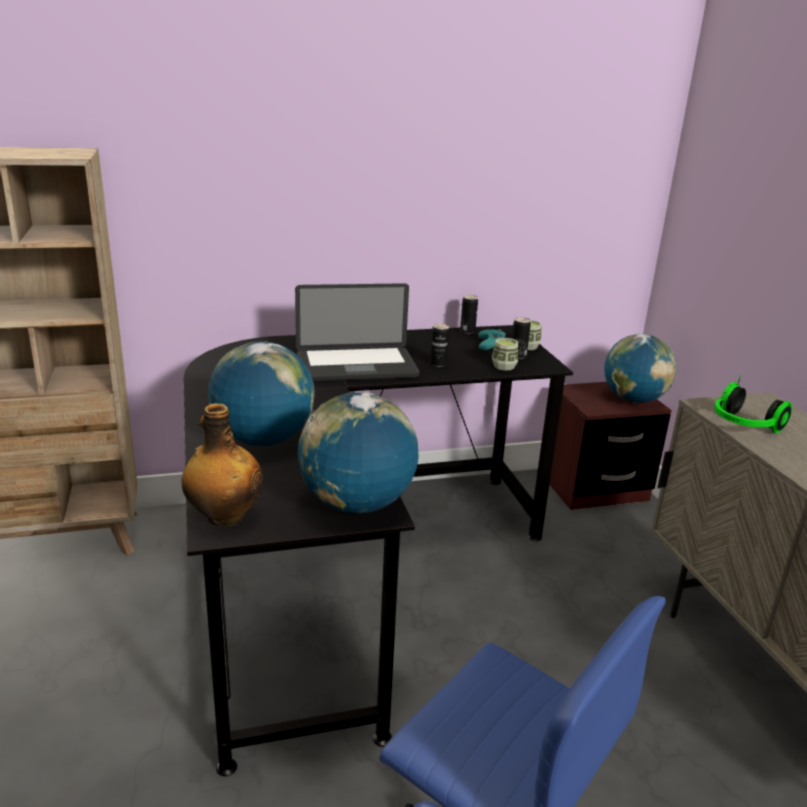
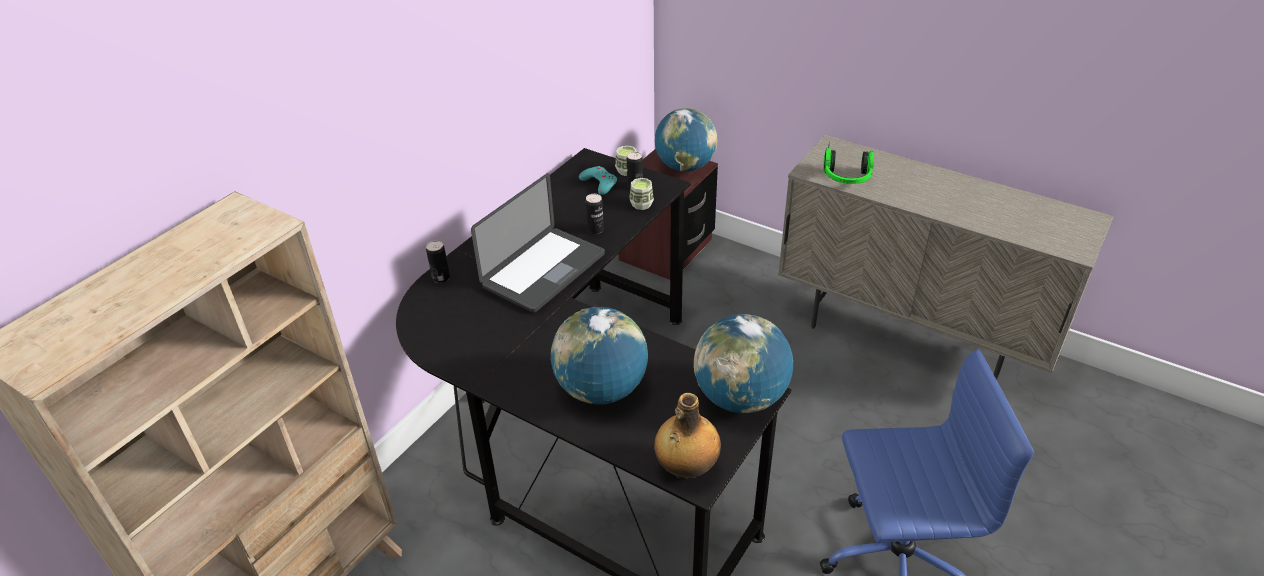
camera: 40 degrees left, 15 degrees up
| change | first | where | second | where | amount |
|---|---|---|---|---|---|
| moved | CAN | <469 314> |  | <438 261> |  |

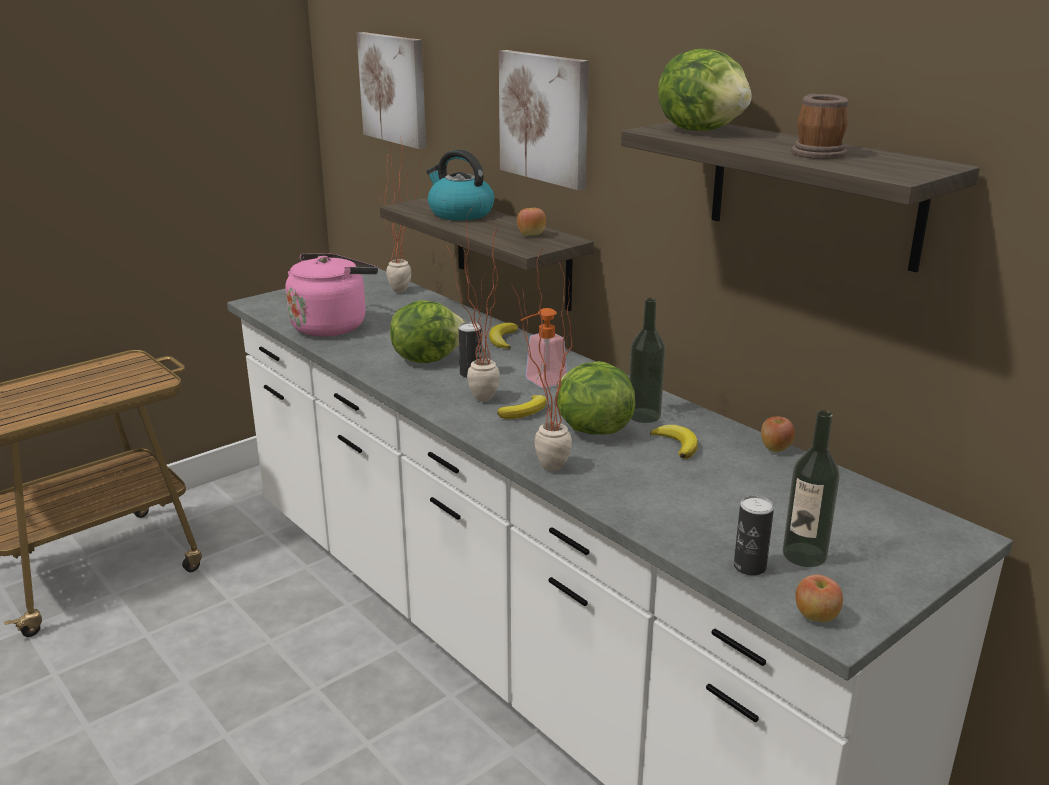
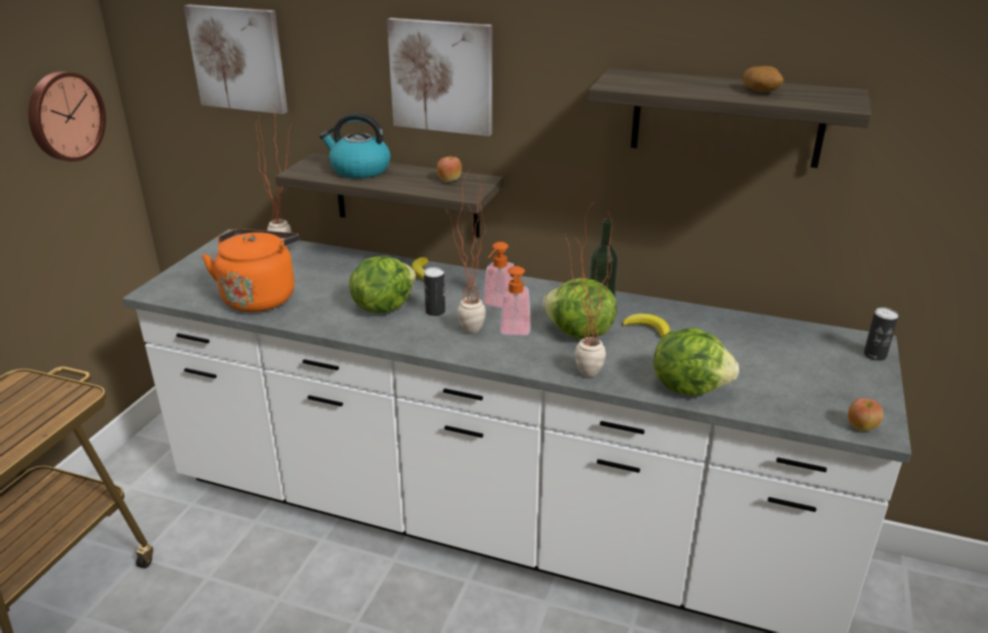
camera: 30 degrees left, 5 degrees up
| change | first | where | second | where | amount |
|---|---|---|---|---|---|
| recoloured | PINK KETTLE | <331 295> | ORANGE KETTLE | <250 270> |  |
| replaced | BANANA | <521 407> | SOAP DISPENSER | <515 301> |  |
| moved | LETTUCE | <705 90> |  | <696 362> |  |
| moved | CAN | <754 536> |  | <881 334> |  |
| removed | APPLE | <778 435> |  |  |  |
| removed | BOTTLE | <811 488> |  |  |  |
| replaced | MUG | <819 126> | POTATO | <763 79> |  |
| added |  |  | WALL CLOCK | <67 116> |  |

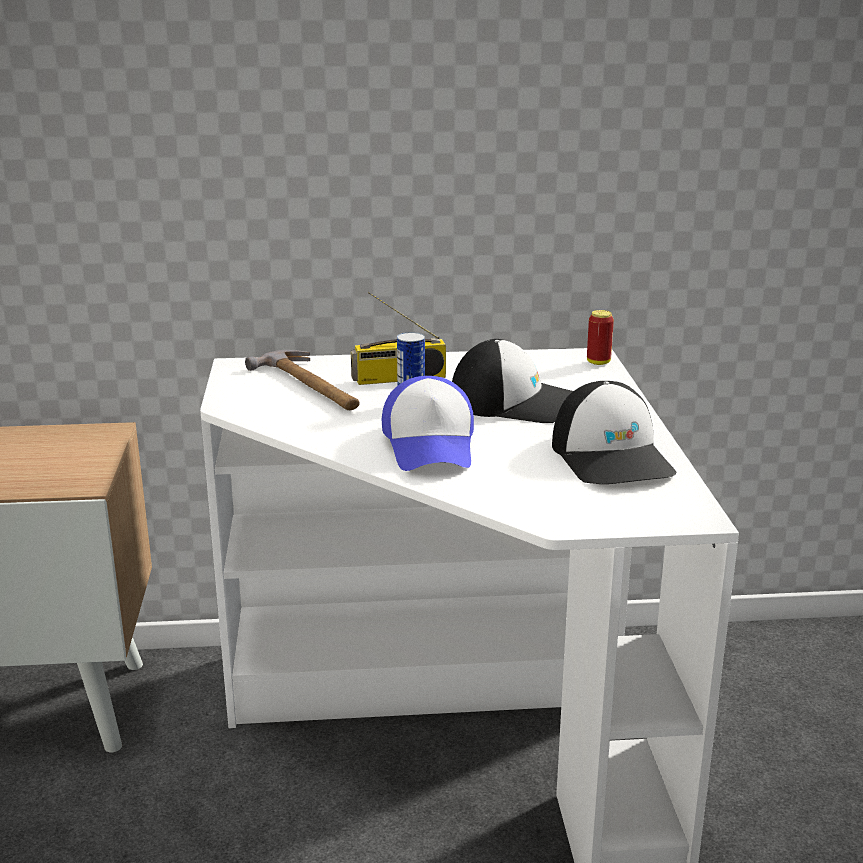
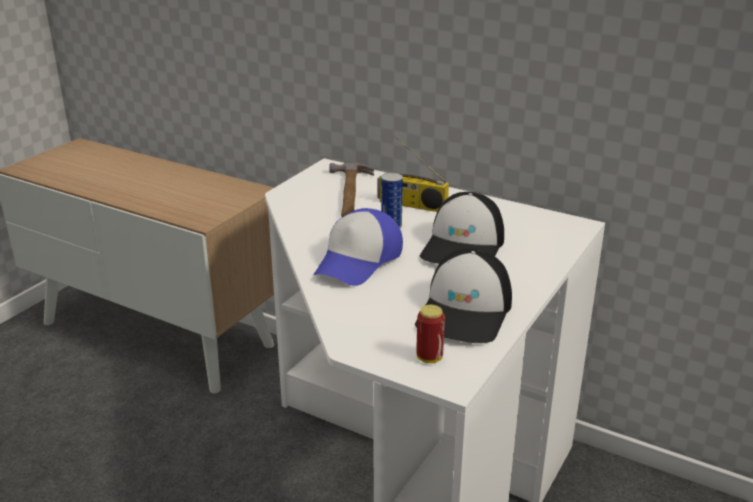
camera: 35 degrees right, 5 degrees up
| change | first | where | second | where | amount |
|---|---|---|---|---|---|
| turned | CAP | <512 381> |  | <462 228> | 60 degrees clockwise |
| moved | CAN | <600 337> |  | <430 334> |  |

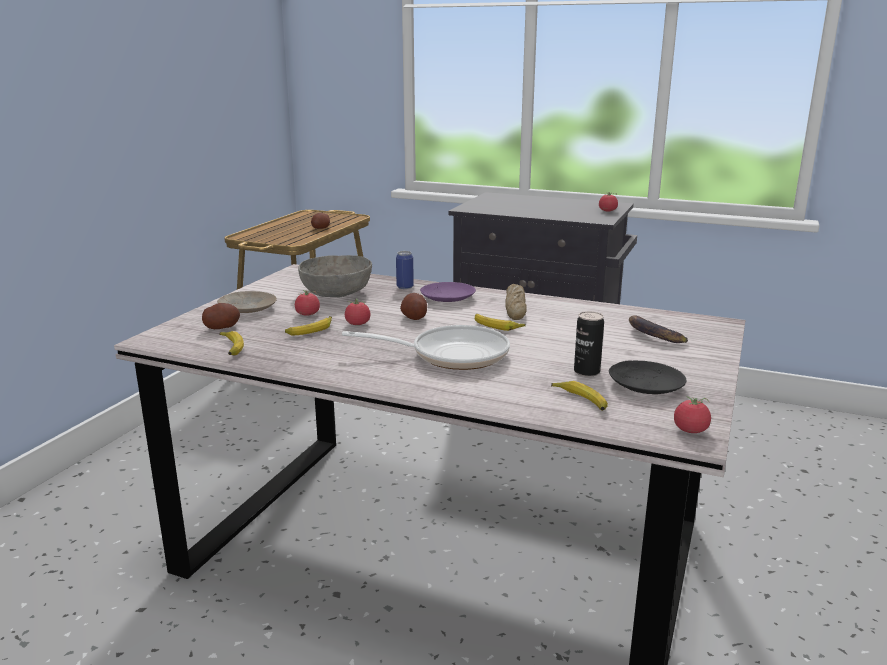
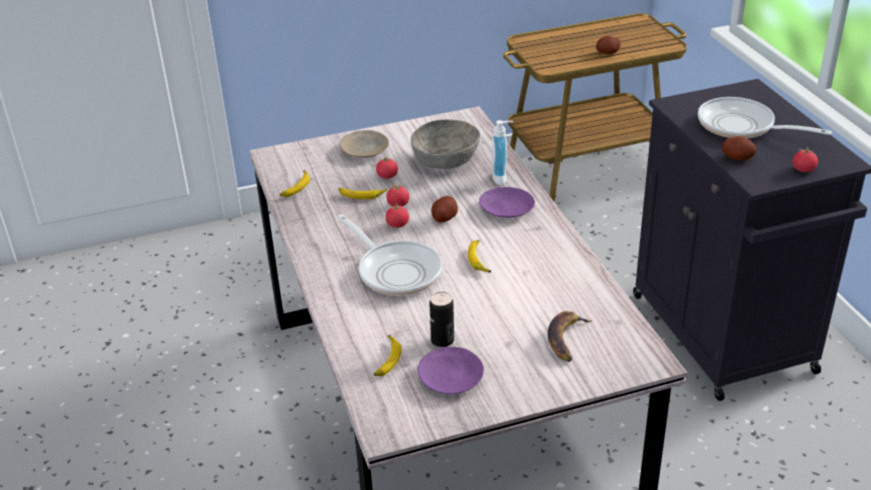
camera: 50 degrees right, 15 degrees up
| change | first | where | second | where | amount |
|---|---|---|---|---|---|
| moved | POTATO | <221 316> |  | <739 148> |  |
| replaced | CAN | <405 270> | SOAP DISPENSER | <503 152> |  |
| removed | BREAD | <516 302> |  |  |  |
| recoloured | BLACK PLATE | <648 377> | PURPLE PLATE | <451 370> |  |
| moved | TOMATO | <692 414> |  | <397 215> |  |
| added |  |  | FRYING PAN | <765 118> |  |

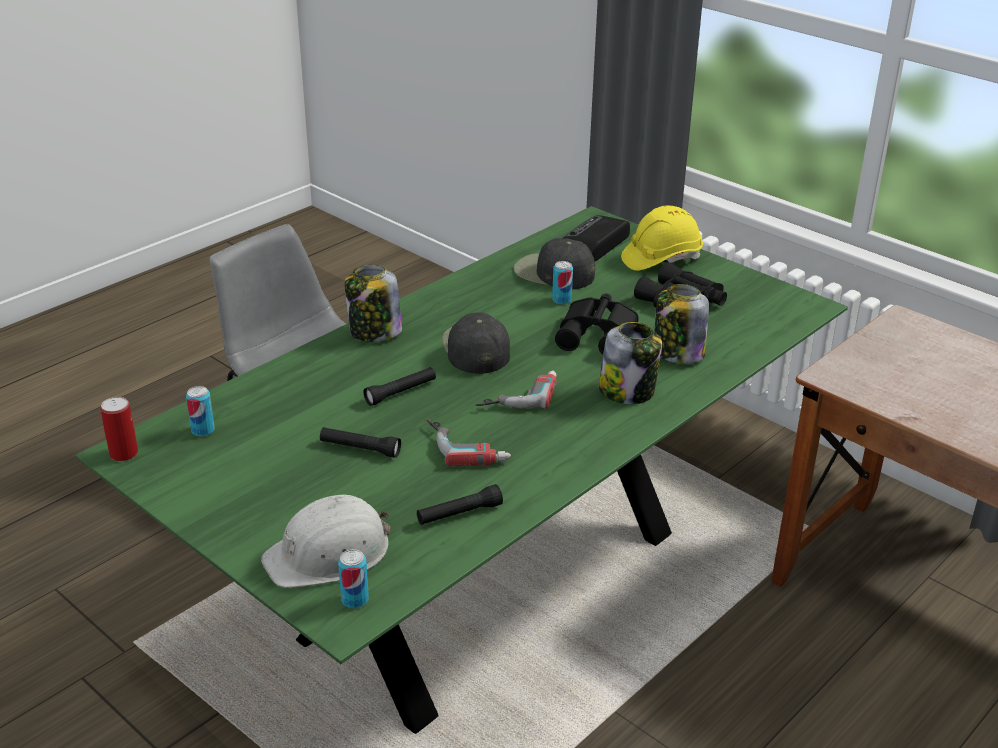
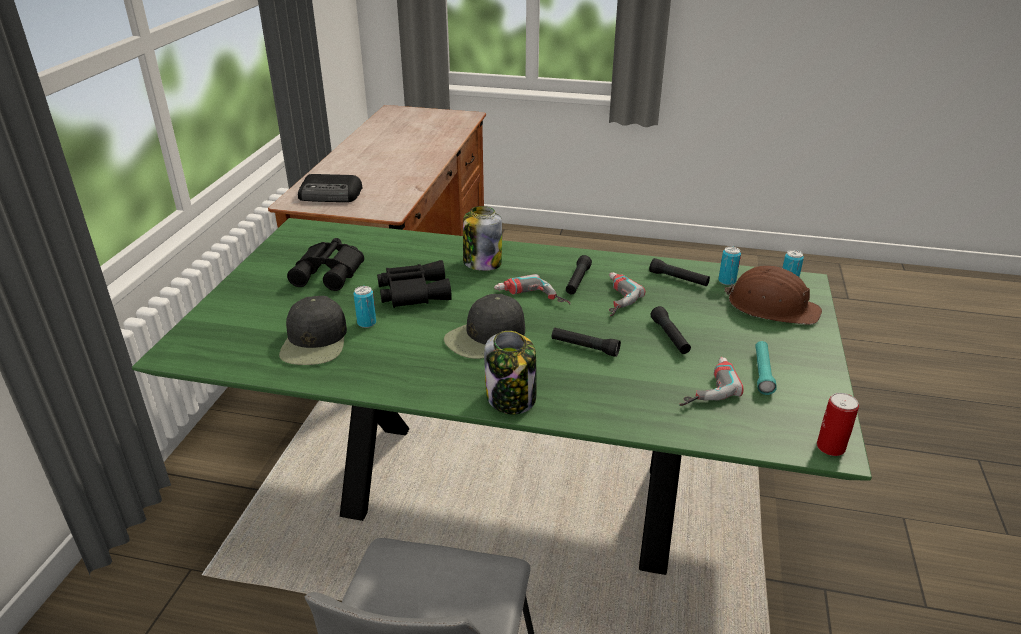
camera: 120 degrees left, 0 degrees up
| change | first | where | second | where | amount |
|---|---|---|---|---|---|
| moved | CAN | <200 411> |  | <729 265> |  |
| recoloured | WHITE HARD HAT | <325 541> | BROWN HARD HAT | <773 295> |  |
| moved | RADIO | <596 238> |  | <330 188> |  |
| removed | YELLOW HARD HAT | <662 238> |  |  |  |
| removed | JAR | <681 324> |  |  |  |
| added |  |  | BLACK FLASHLIGHT | <579 274> |  |
| added |  |  | POWER DRILL | <711 381> |  |
| added |  |  | TURQUOISE FLASHLIGHT | <766 368> |  |

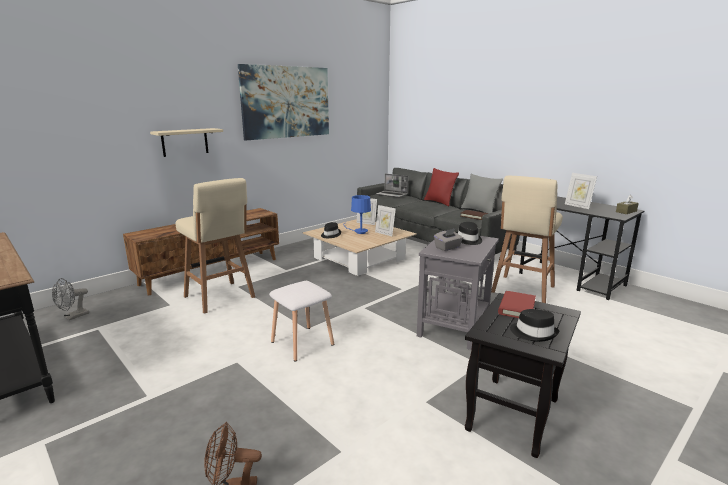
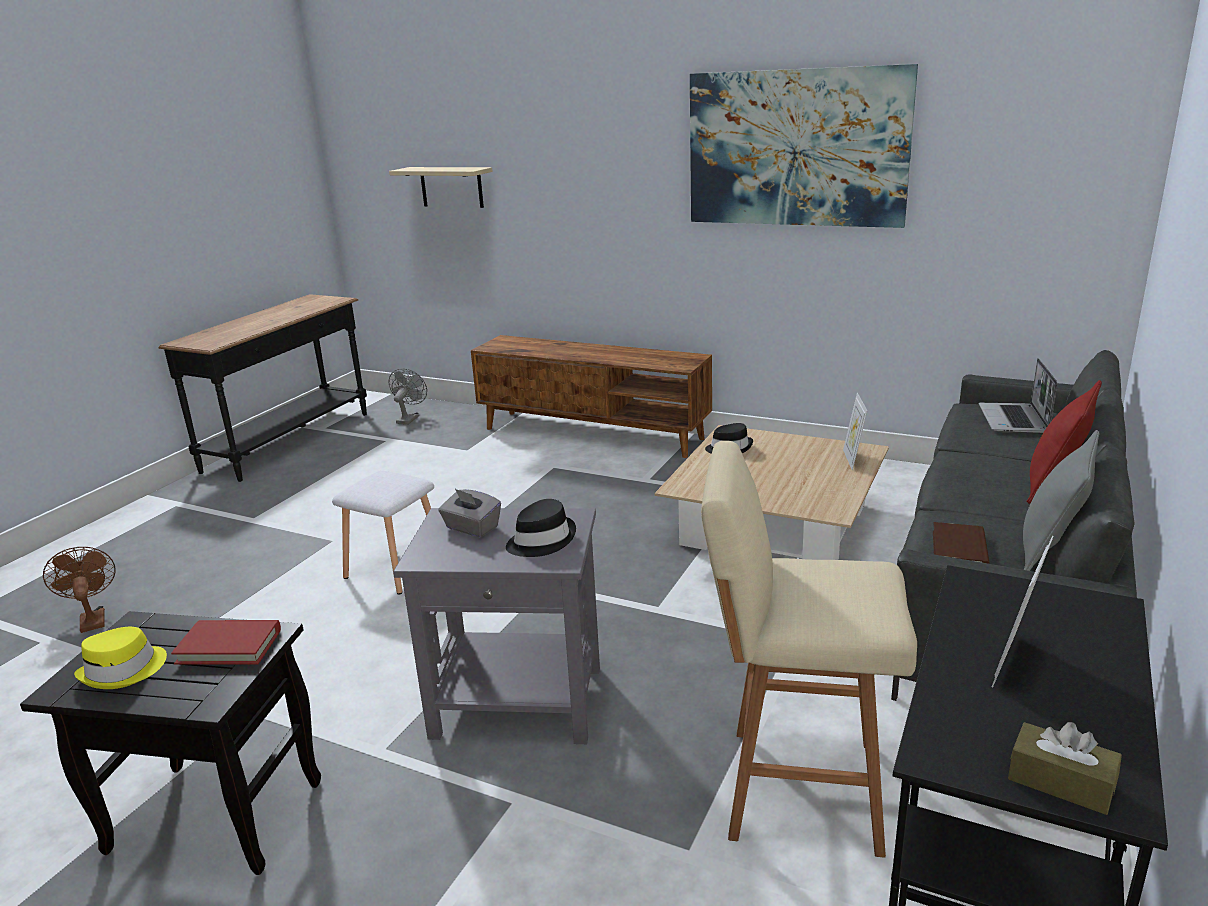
camera: 70 degrees right, 5 degrees up
| change | first | where | second | where | amount |
|---|---|---|---|---|---|
| turned | GREY FAN | <70 299> |  | <407 396> | 90 degrees clockwise |
| moved | BEIGE SHELF | <186 142> |  | <440 187> |  |
| removed | BEIGE STOOL | <215 246> |  |  |  |
| removed | BLUE TABLE LAMP | <357 214> |  |  |  |
| removed | PICTURE FRAME | <385 220> |  |  |  |
| recoloured | BLACK HAT | <535 325> | YELLOW HAT | <120 658> |  |

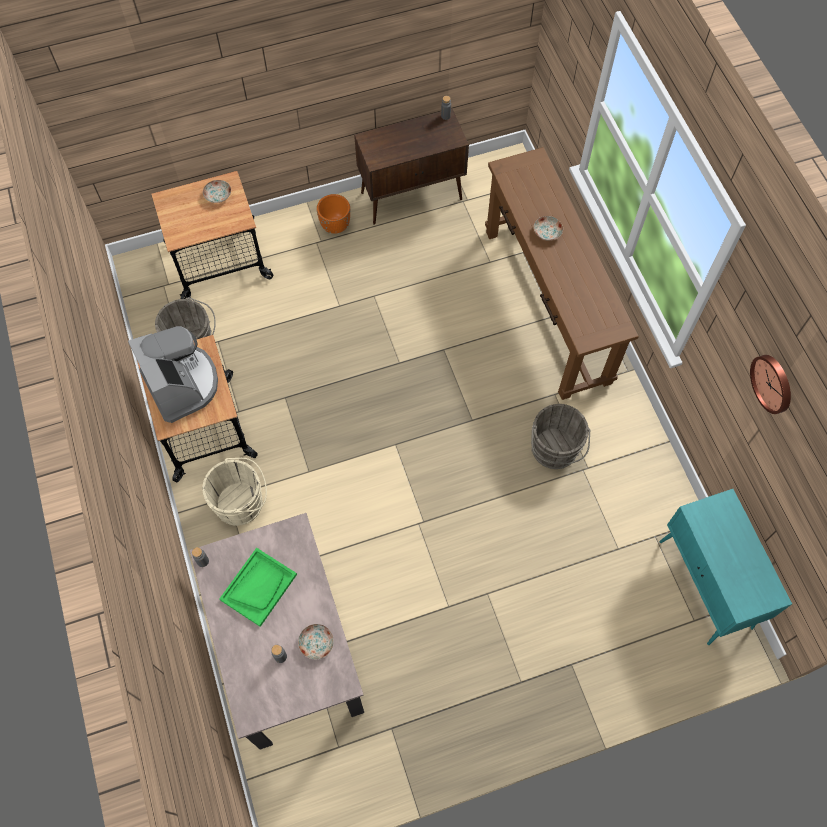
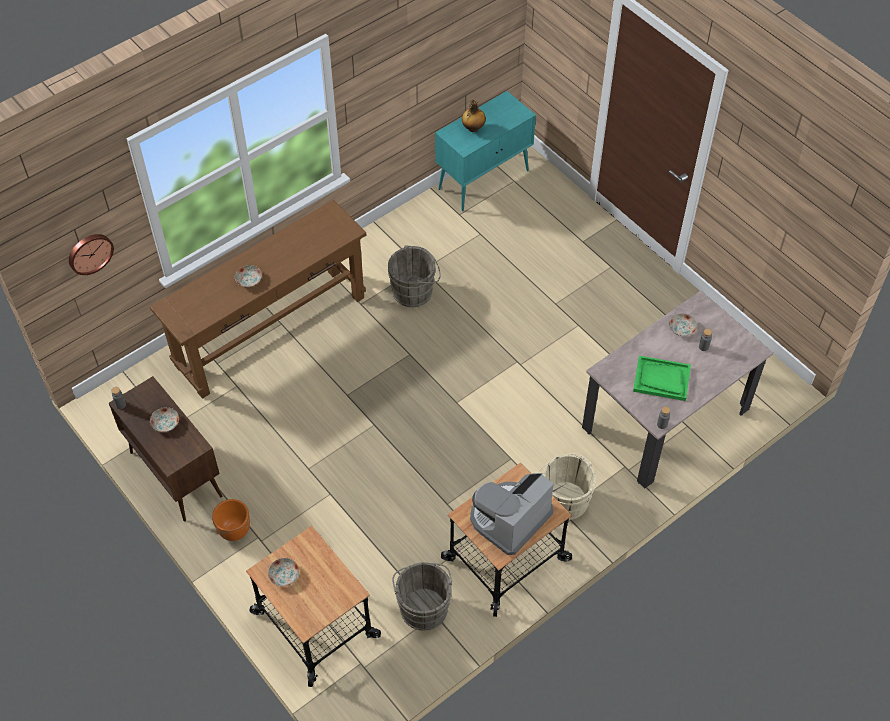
camera: 110 degrees left, 10 degrees down
| change | first | where | second | where | amount |
|---|---|---|---|---|---|
| moved | WALL CLOCK | <770 384> |  | <91 254> |  |
| added |  |  | PLATE | <164 419> |  |
| added |  |  | BOTTLE | <474 115> |  |

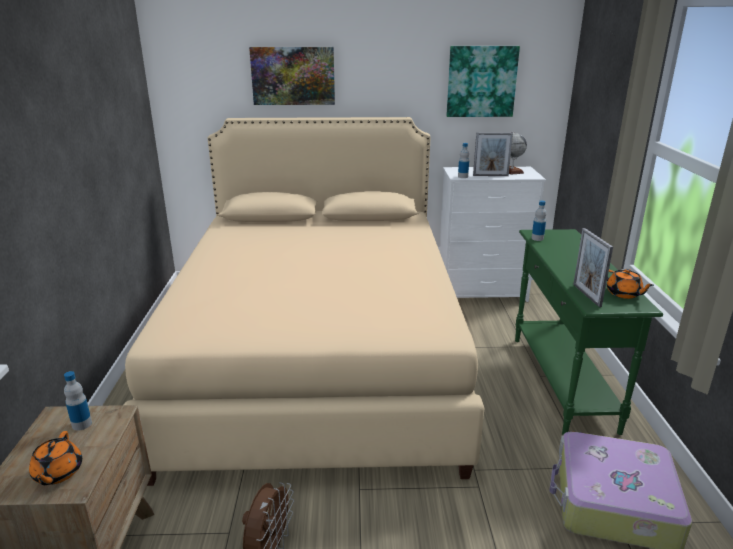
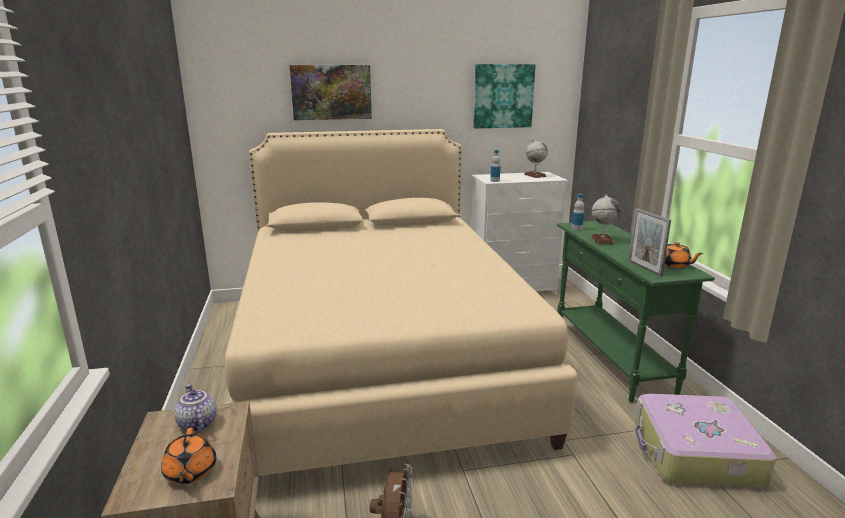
camera: 10 degrees left, 5 degrees down
| change | first | where | second | where | amount |
|---|---|---|---|---|---|
| replaced | BOTTLE | <78 401> | TEAPOT | <195 408> |  |
| removed | PICTURE FRAME | <493 154> |  |  |  |
| added |  |  | GLOBE | <606 219> |  |

